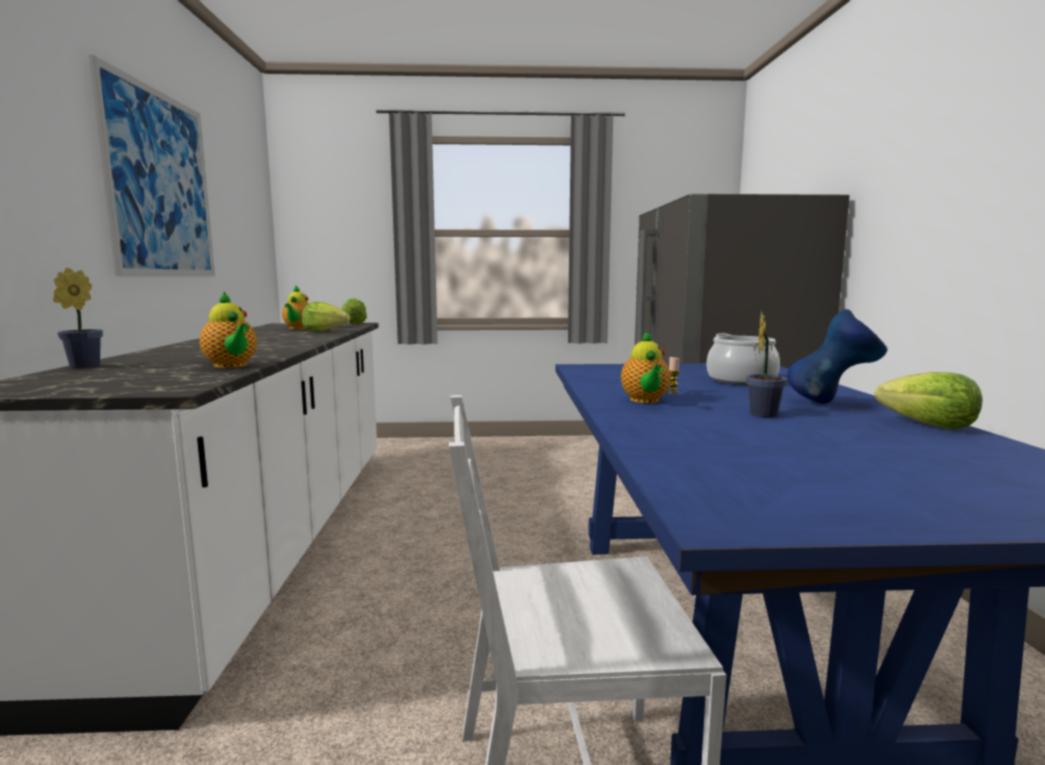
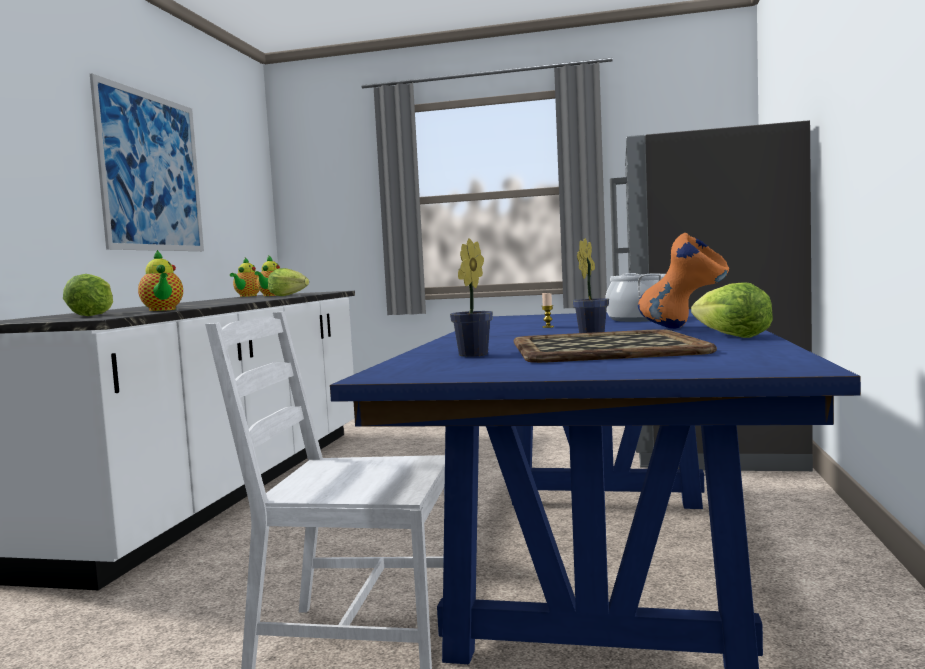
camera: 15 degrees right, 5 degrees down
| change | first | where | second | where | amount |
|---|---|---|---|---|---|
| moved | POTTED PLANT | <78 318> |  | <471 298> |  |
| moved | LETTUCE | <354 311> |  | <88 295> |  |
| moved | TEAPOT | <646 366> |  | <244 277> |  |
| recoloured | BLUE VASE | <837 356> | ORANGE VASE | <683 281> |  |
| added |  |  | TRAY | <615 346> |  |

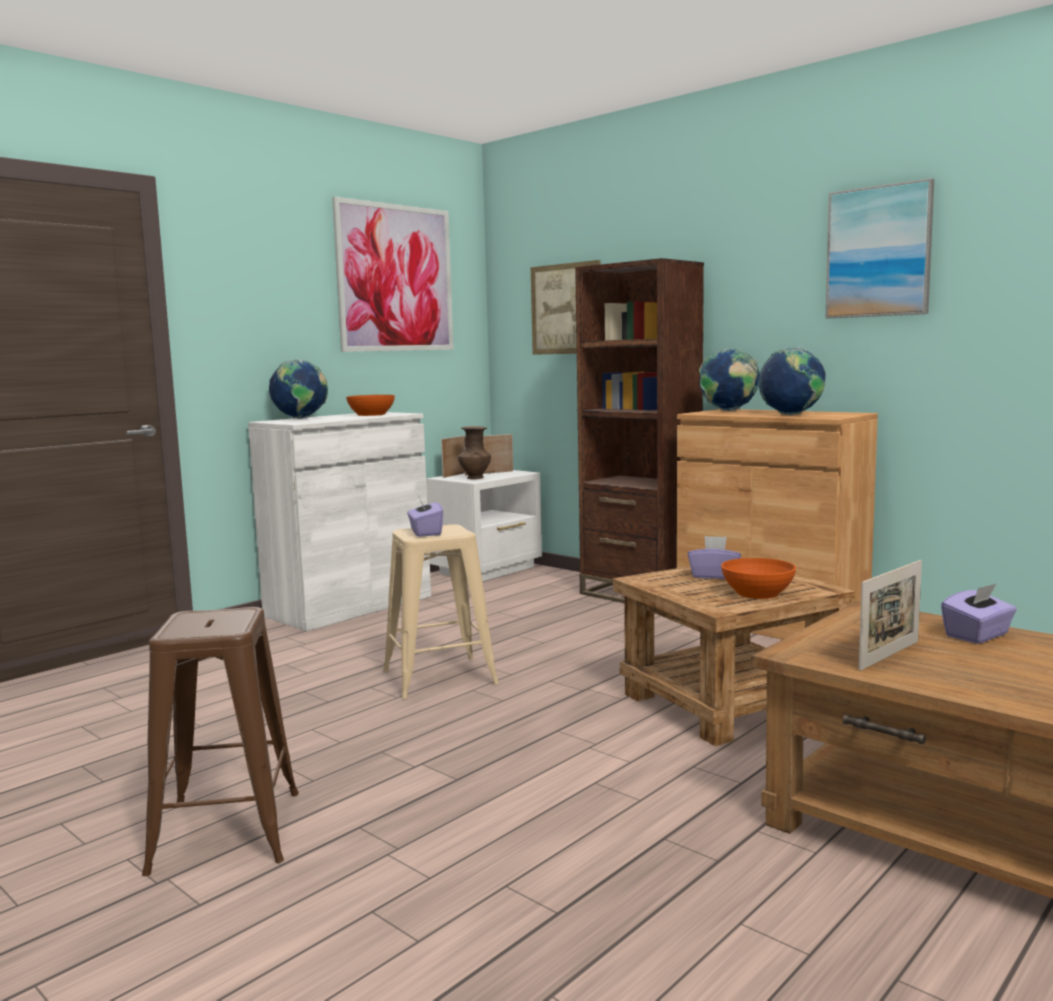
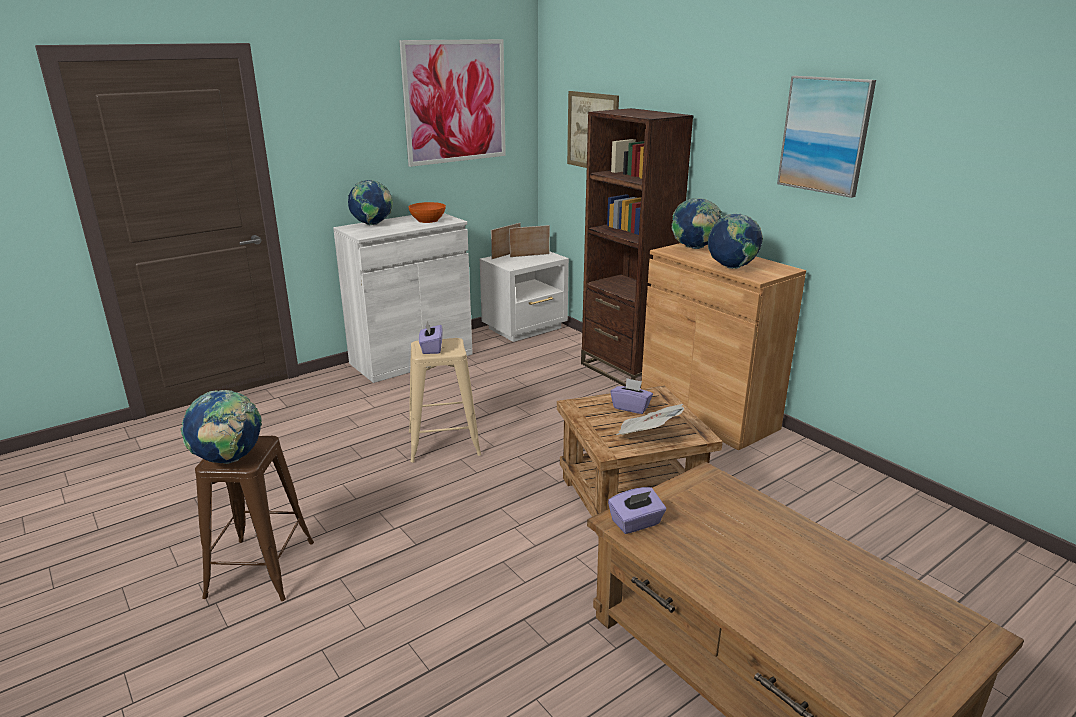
camera: 10 degrees right, 15 degrees up
| change | first | where | second | where | amount |
|---|---|---|---|---|---|
| removed | BROWN VASE | <474 452> |  |  |  |
| replaced | ORANGE BOWL | <758 578> | NEWSPAPER | <650 419> |  |
| removed | PICTURE FRAME | <890 615> |  |  |  |
| moved | PURPLE TISSUE BOX | <979 613> |  | <637 510> |  |
| added |  |  | GLOBE | <221 427> |  |

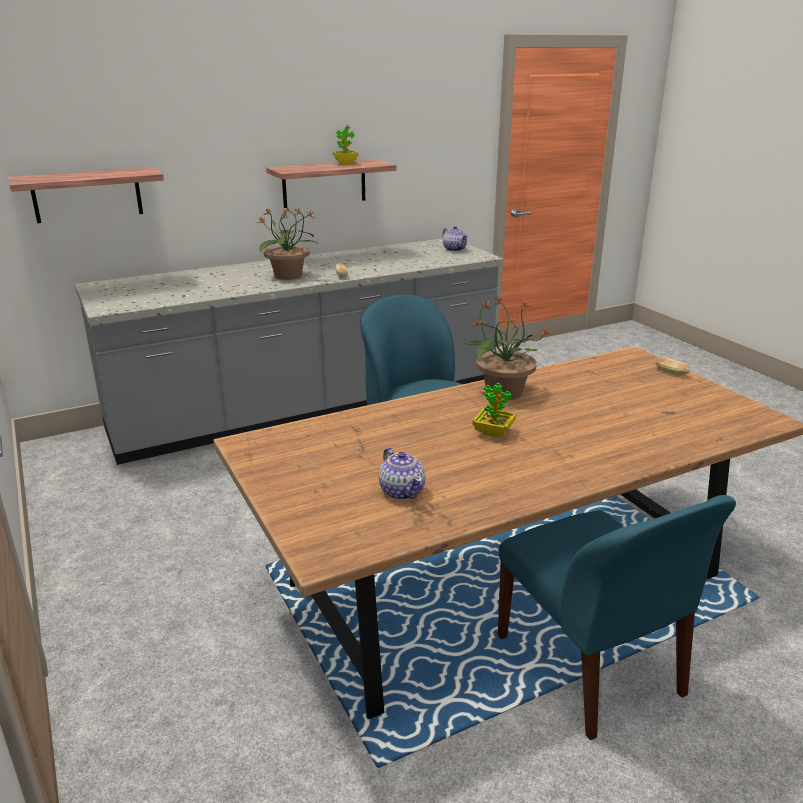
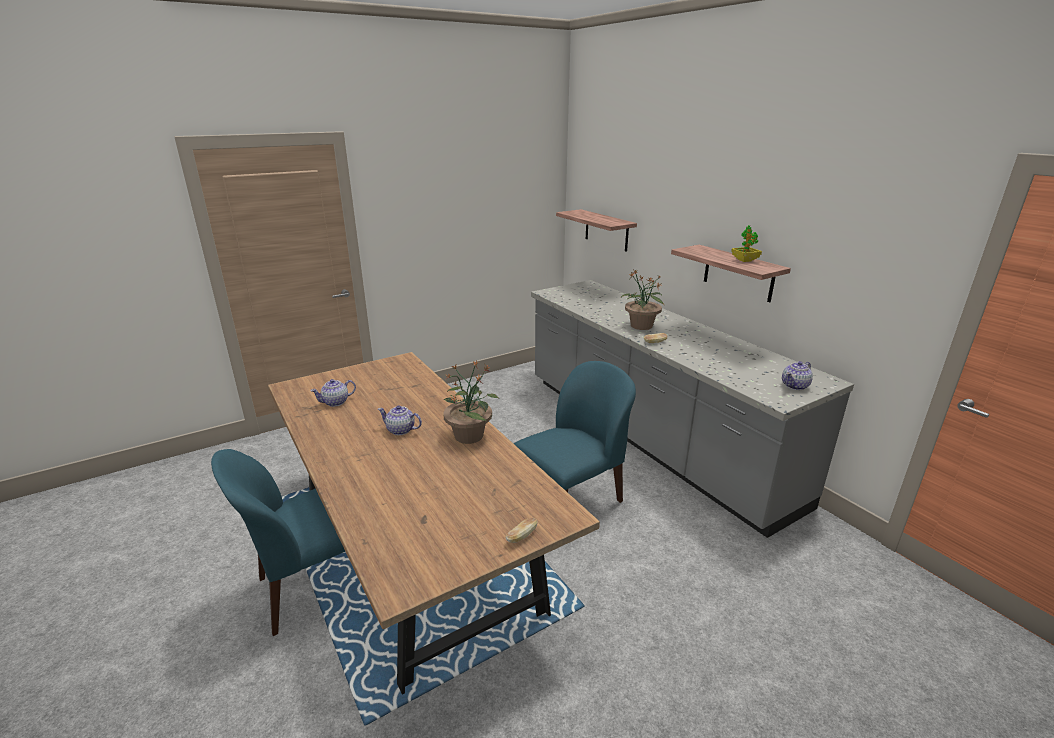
camera: 85 degrees right, 0 degrees up
| change | first | where | second | where | amount |
|---|---|---|---|---|---|
| replaced | POTTED PLANT | <494 410> | TEAPOT | <400 420> |  |

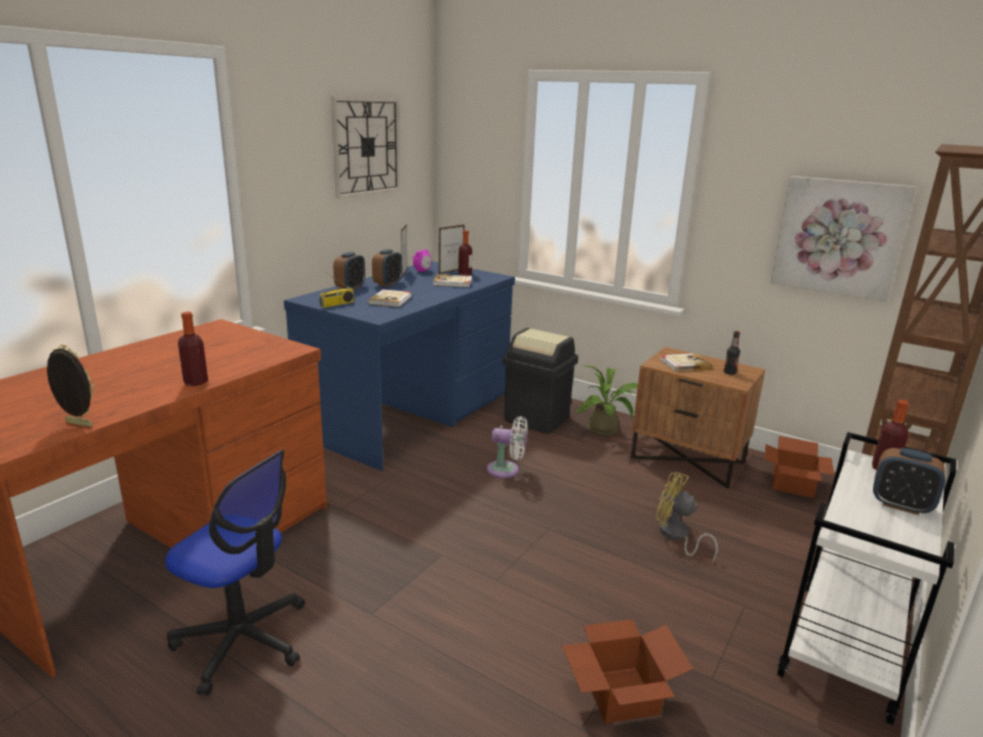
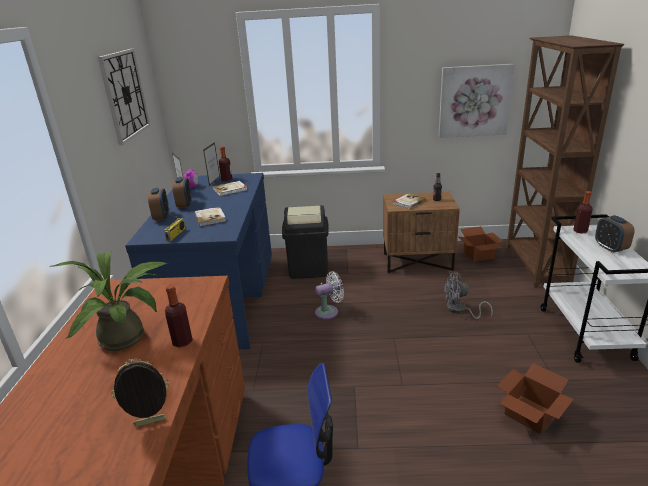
camera: 30 degrees left, 5 degrees up
| change | first | where | second | where | amount |
|---|---|---|---|---|---|
| moved | POTTED PLANT | <607 400> |  | <109 301> |  |
| recoloured | YELLOW FAN | <687 517> | GREY FAN | <468 295> |  |
| turned | ALARM CLOCK | <909 481> |  | <615 234> | 75 degrees clockwise |

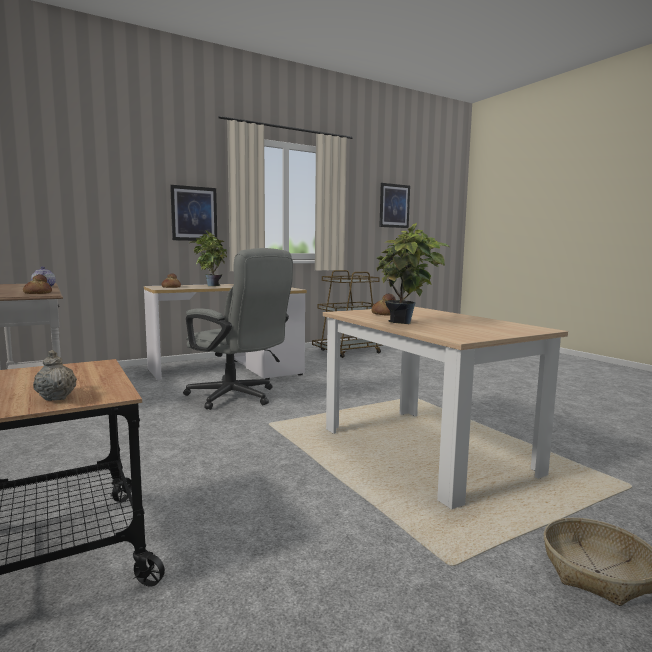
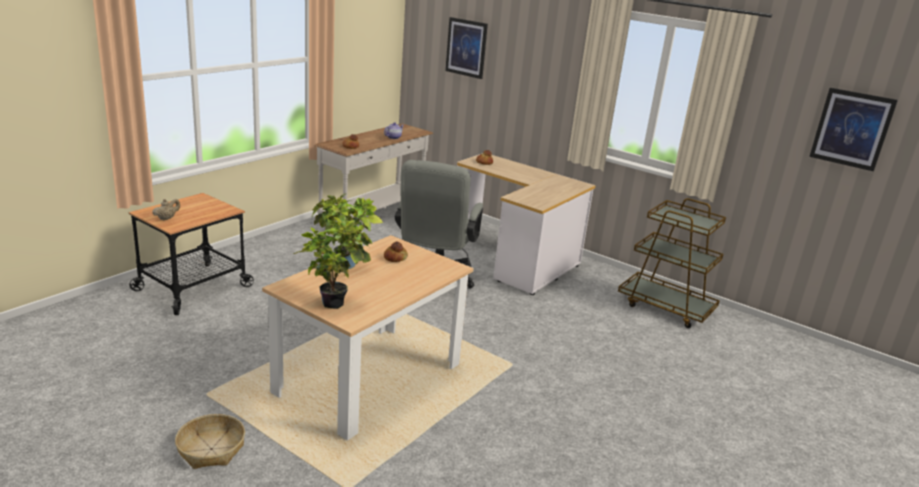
camera: 65 degrees right, 15 degrees up
| change | first | where | second | where | amount |
|---|---|---|---|---|---|
| moved | PICTURE | <193 213> |  | <466 48> |  |
| moved | POTTED PLANT | <208 258> |  | <333 263> |  |

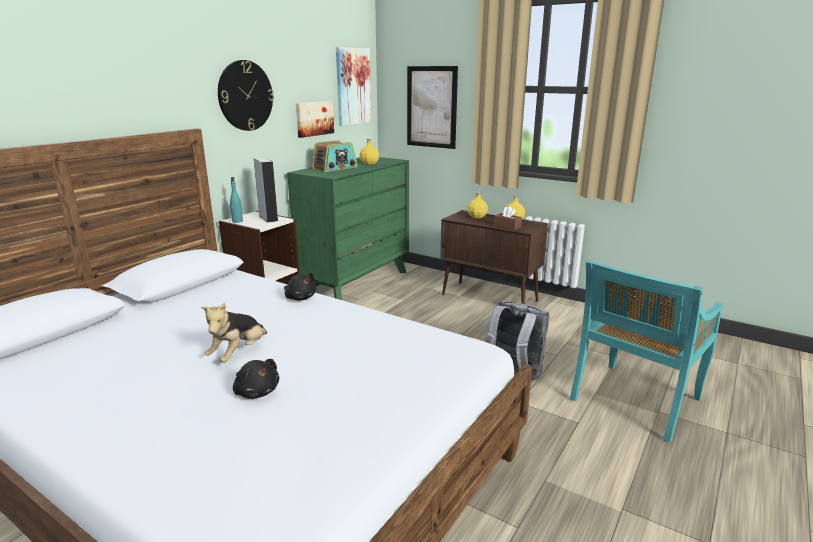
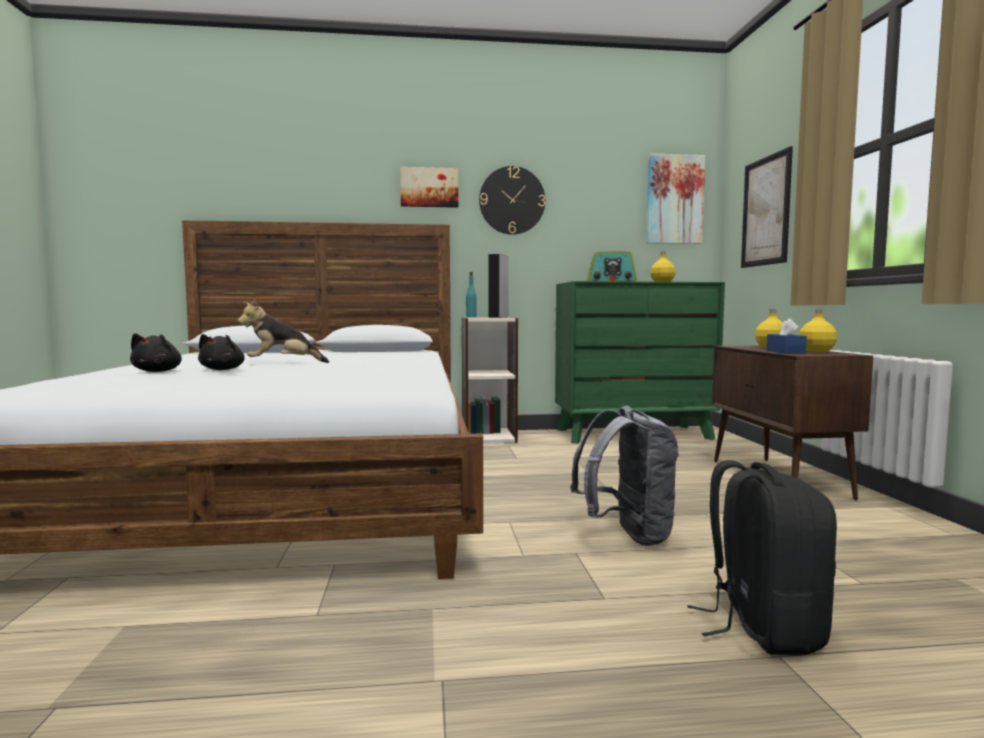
camera: 50 degrees right, 15 degrees down
| change | first | where | second | where | amount |
|---|---|---|---|---|---|
| moved | BLACK PLUSH TOY | <300 287> |  | <156 352> |  |
| moved | PICTURE | <315 119> |  | <429 187> |  |
| recoloured | BROWN TISSUE BOX | <508 218> | BLUE TISSUE BOX | <787 336> |  |
| replaced | TURQUOISE CHAIR | <646 350> | BLACK BACKPACK | <762 557> |  |

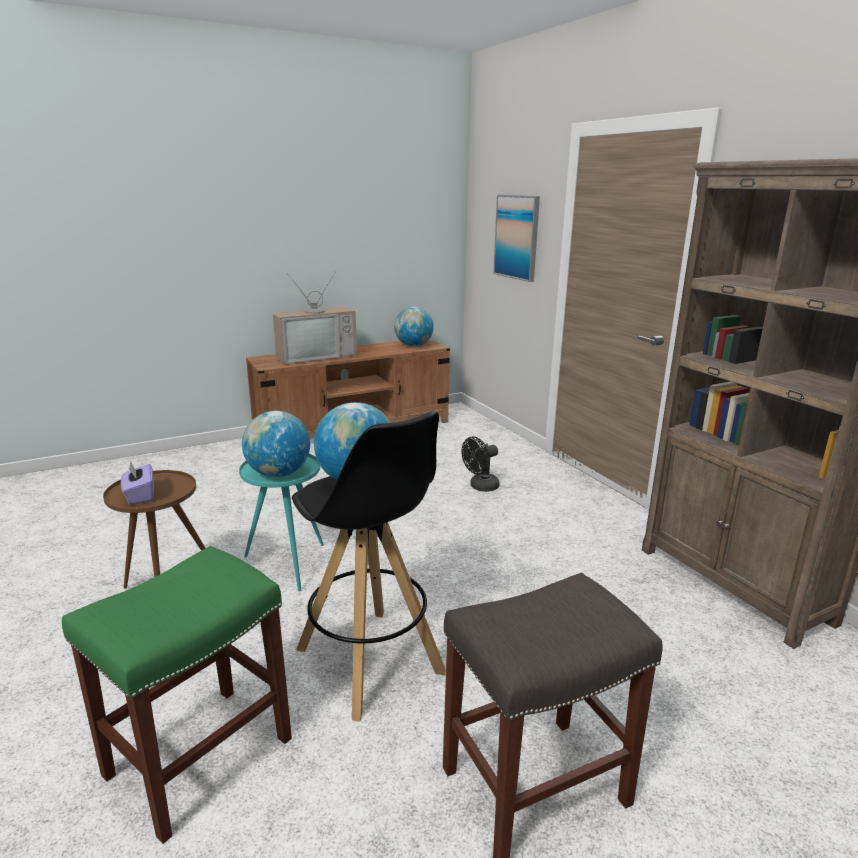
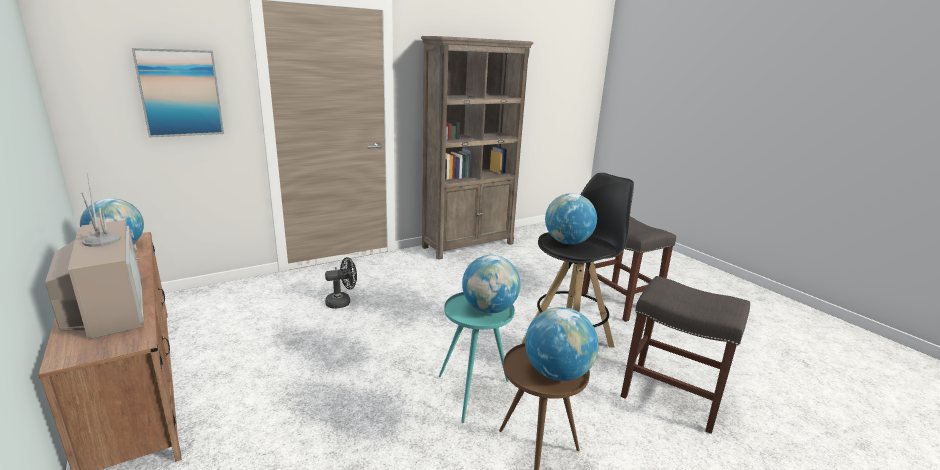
camera: 95 degrees left, 0 degrees up
| change | first | where | second | where | amount |
|---|---|---|---|---|---|
| recoloured | GREEN STOOL | <177 695> | GREY STOOL | <685 355> |  |
| replaced | PURPLE TISSUE BOX | <137 483> | GLOBE | <562 344> |  |
| turned | BLACK FAN | <480 464> |  | <341 283> | 75 degrees counterclockwise |

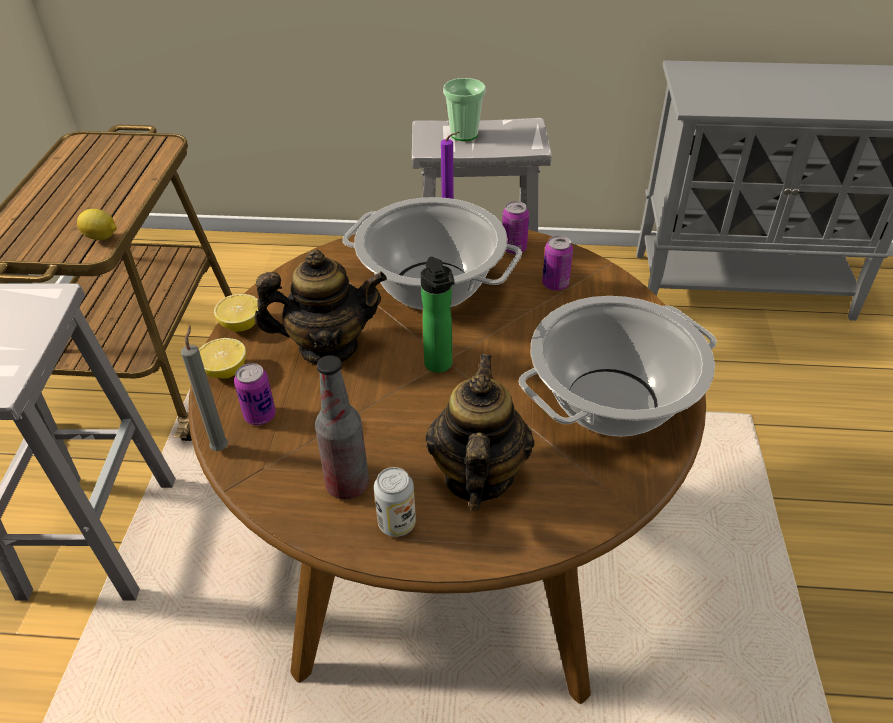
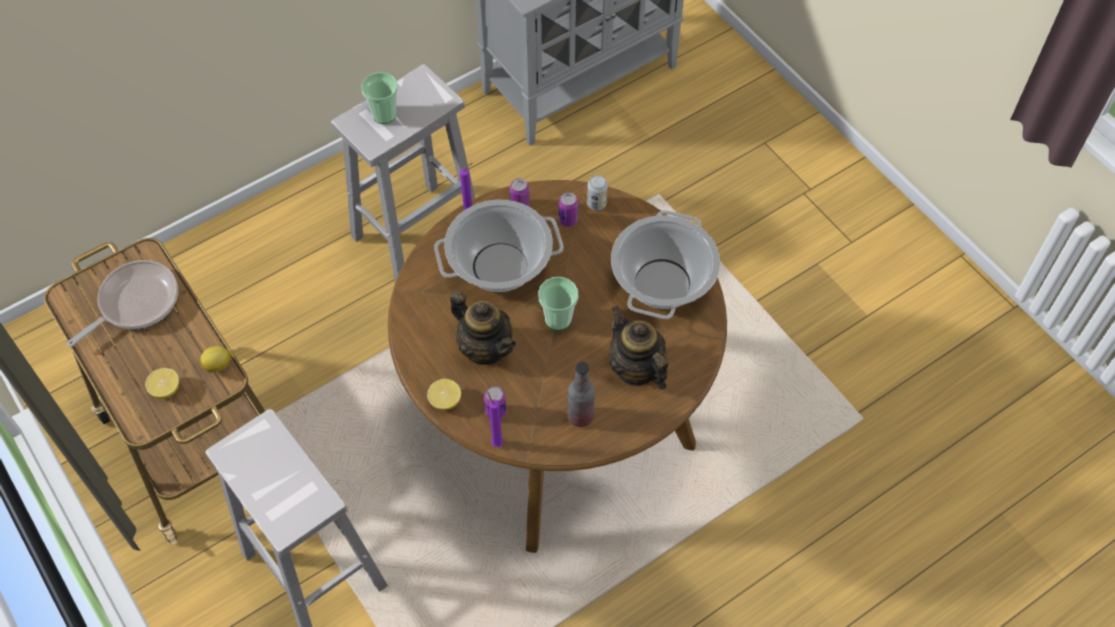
camera: 40 degrees left, 15 degrees up
| change | first | where | second | where | amount |
|---|---|---|---|---|---|
| recoloured | GREY CANDLE | <204 388> | PURPLE CANDLE | <495 419> |  |
| moved | LEMON | <236 313> |  | <162 383> |  |
| turned | TEAPOT | <320 307> |  | <483 328> | 90 degrees clockwise |
| moved | CAN | <395 502> |  | <597 193> |  |
| replaced | BOTTLE | <437 315> | CUP | <558 304> |  |
| added |  |  | FRYING PAN | <122 303> |  |

